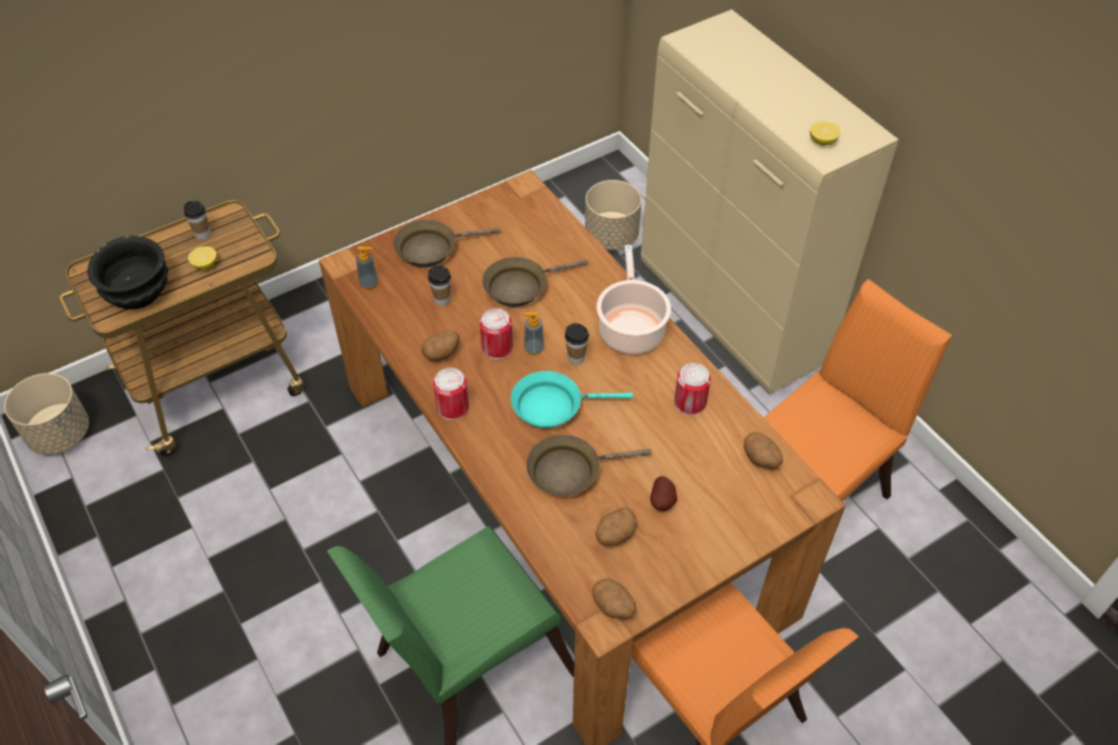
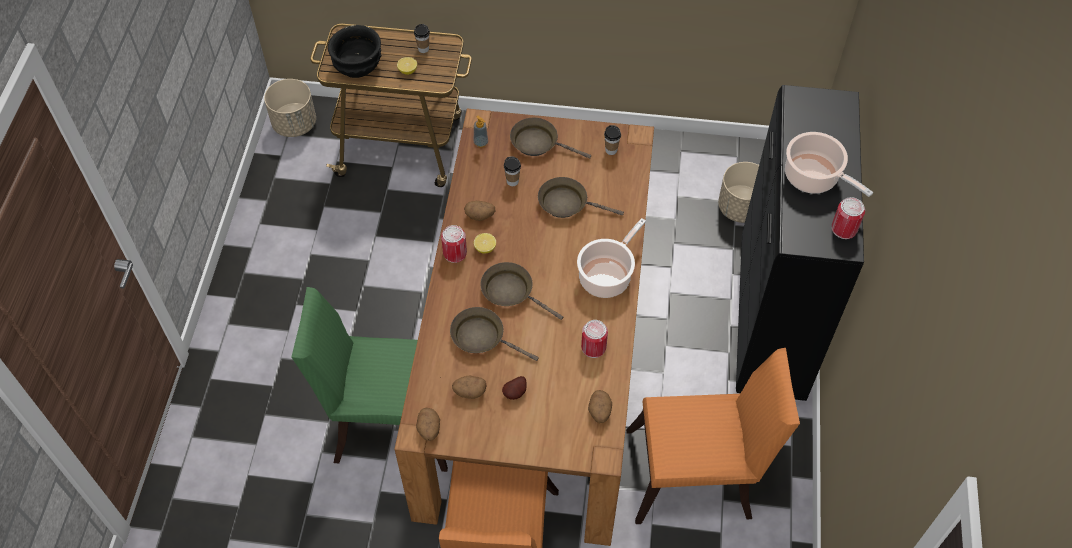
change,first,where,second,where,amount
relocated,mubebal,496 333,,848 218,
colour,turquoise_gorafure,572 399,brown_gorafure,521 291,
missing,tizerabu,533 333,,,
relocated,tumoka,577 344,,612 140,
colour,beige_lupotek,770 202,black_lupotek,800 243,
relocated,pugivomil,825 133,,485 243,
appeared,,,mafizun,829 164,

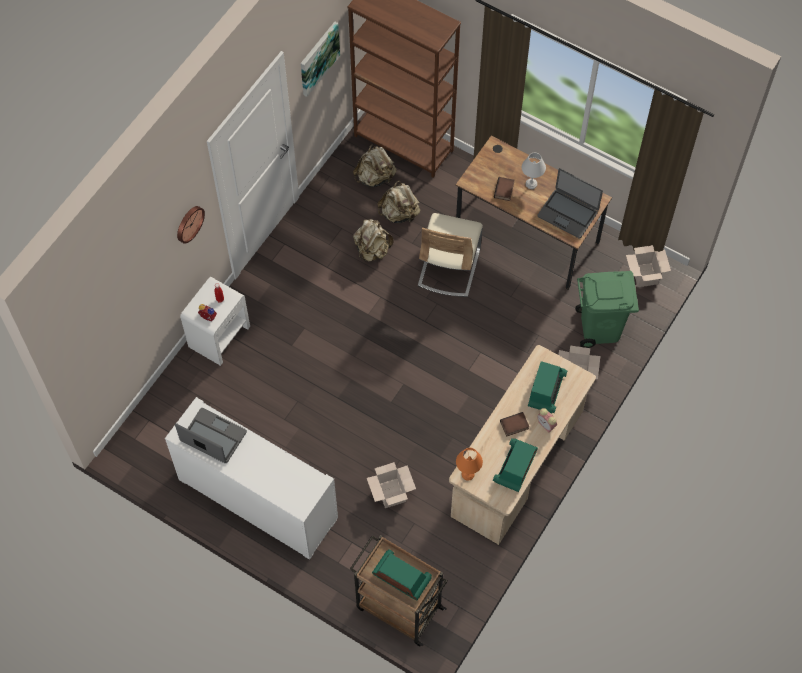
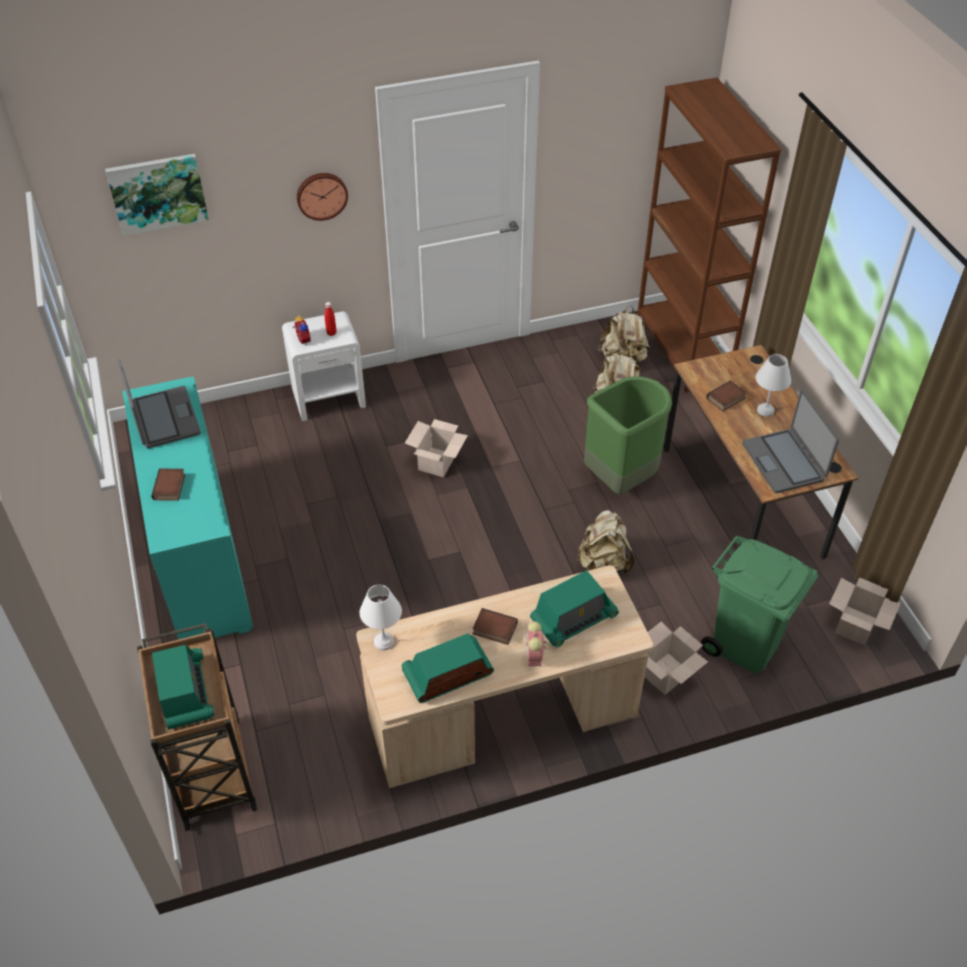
change,first,where,second,where,amount
colour,white_lupotek,251 478,turquoise_lupotek,188 508,
relocated,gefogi,320 59,,157 195,
relocated,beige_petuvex,373 240,,605 542,
relocated,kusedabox,391 485,,436 448,
exchanged,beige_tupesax,450 255,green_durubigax,628 435,
colour,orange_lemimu,469 464,white_lemimu,380 617,
appeared,,,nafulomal,168 484,

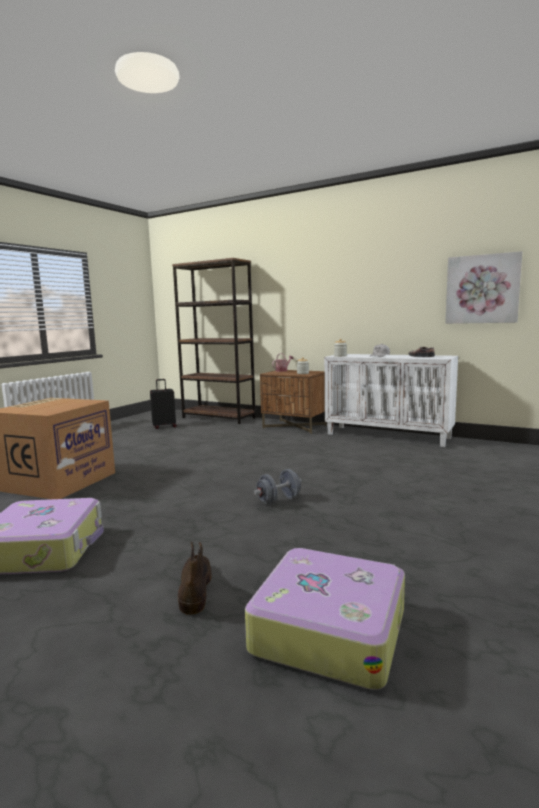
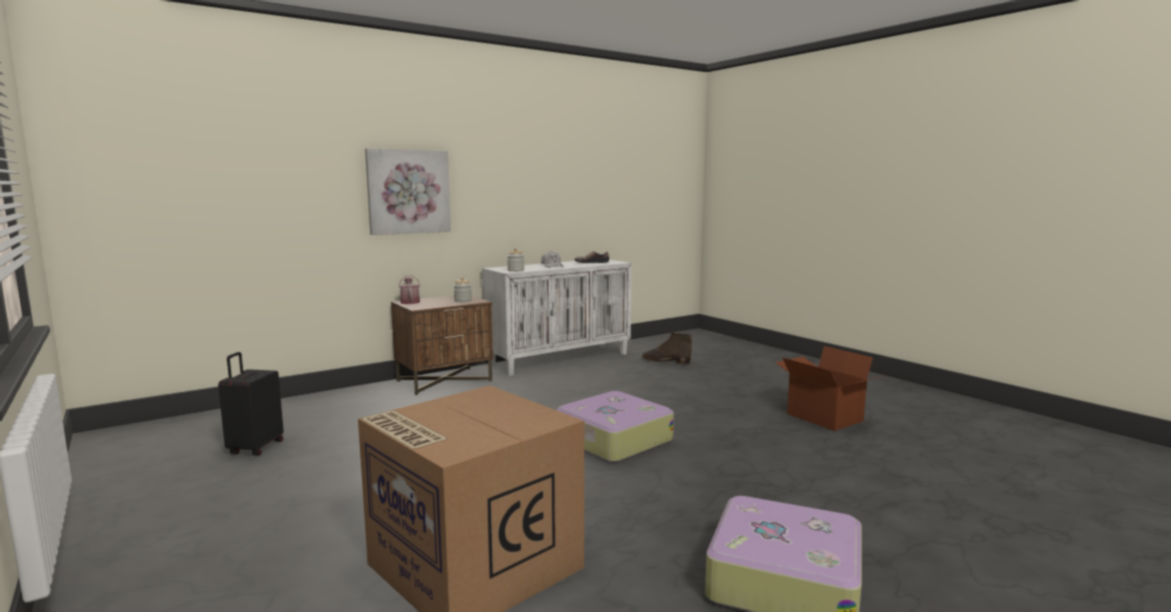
change,first,where,second,where,amount
missing,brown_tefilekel,214 341,,,
relocated,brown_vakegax,195 578,,667 348,
relocated,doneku,325 619,,615 427,
missing,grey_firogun,278 487,,,
relocated,gefogi,483 287,,408 191,
appeared,,,kusedabox,830 388,

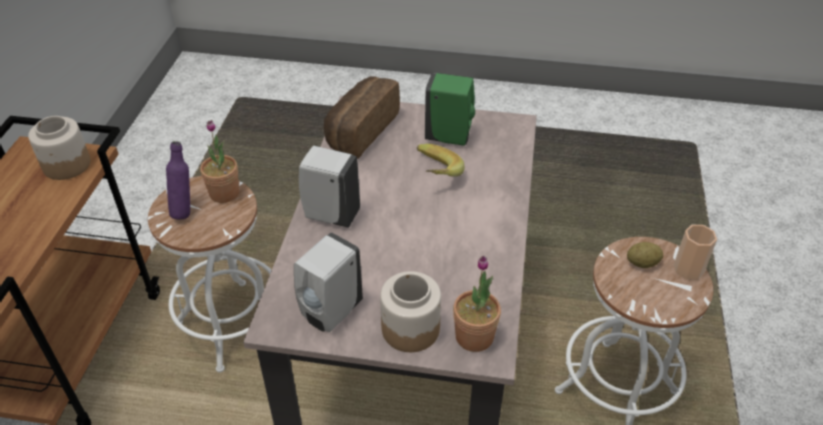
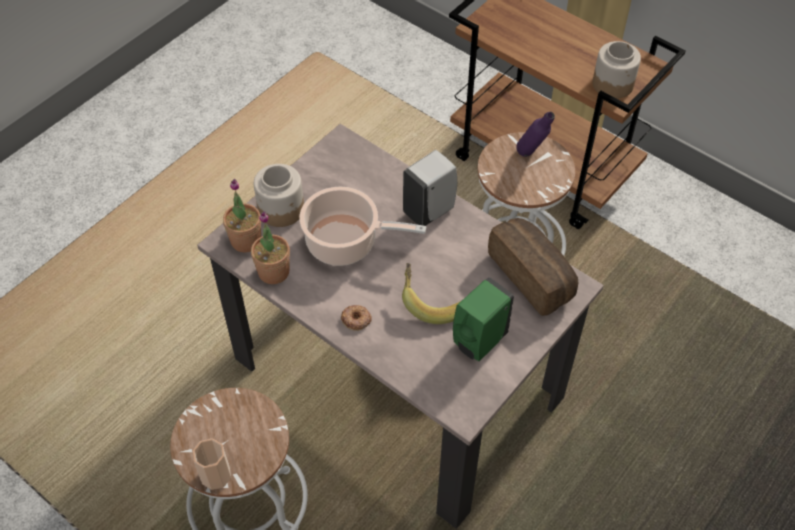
change,first,where,second,where,amount
relocated,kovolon,219 161,,270 247,
missing,white_tizerabu,328 282,,,
missing,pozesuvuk,645 255,,,
appeared,,,mafizun,362 226,
appeared,,,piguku,356 318,

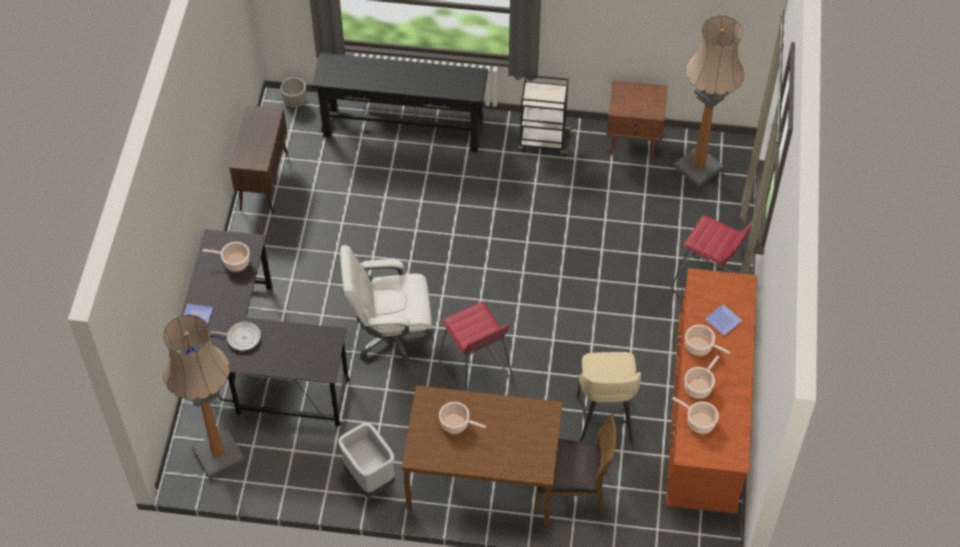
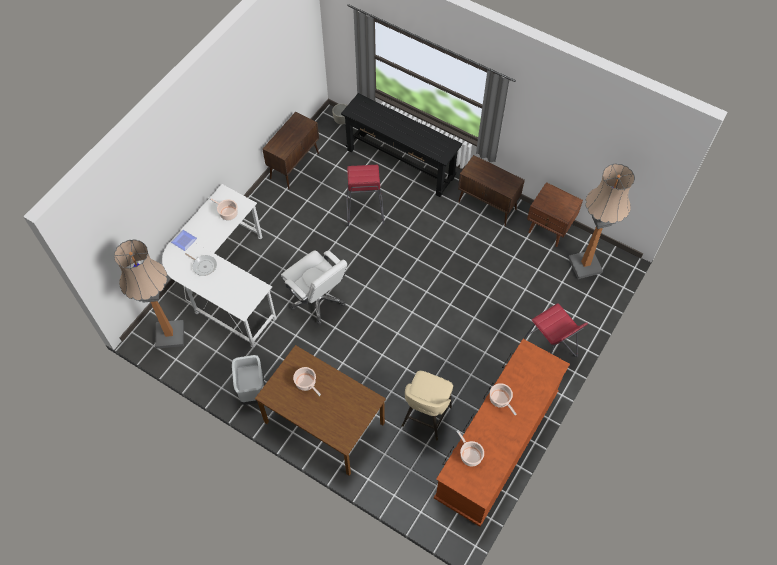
change,first,where,second,where,amount
colour,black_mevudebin,265 328,white_mevudebin,219 266,
spun,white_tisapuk,386 305,,314 287,150 degrees counterclockwise
relocated,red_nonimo,476 346,,365 196,
exchanged,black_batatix,545 115,brown_lupotek,491 190,
missing,brown_tupesax,575 465,,,
missing,mafizun,702 377,,,
missing,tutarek,724 320,,,

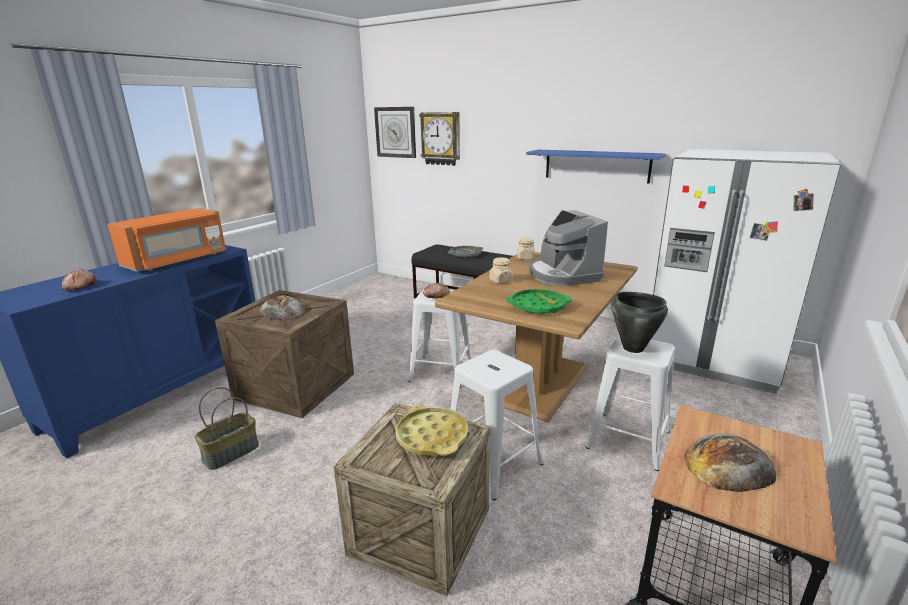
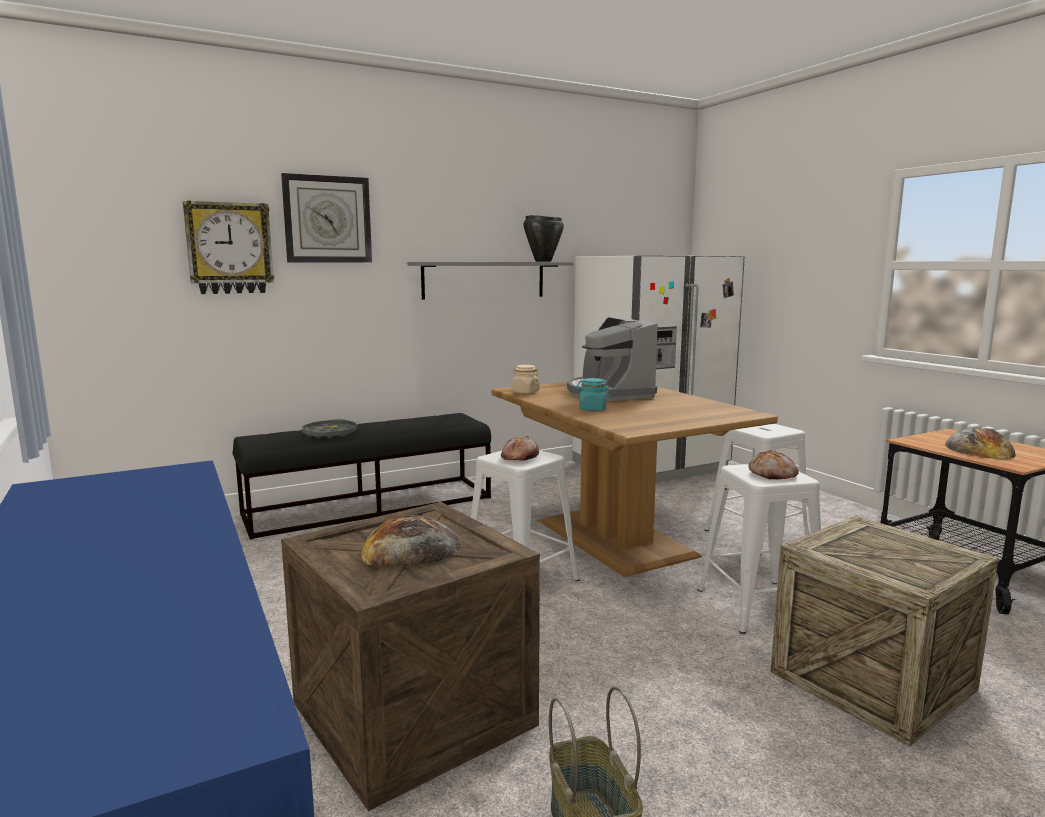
change,first,where,second,where,amount
relocated,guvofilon,79 280,,774 464,
missing,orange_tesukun,166 240,,,
relocated,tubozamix,395 132,,326 218,
missing,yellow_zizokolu,432 430,,,
colour,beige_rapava,501 270,turquoise_rapava,593 394,
missing,green_zizokolu,539 301,,,
colour,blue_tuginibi,595 167,grey_tuginibi,490 281,
spun,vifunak,568 248,,612 359,60 degrees clockwise
relocated,black_mafizun,640 322,,544 238,

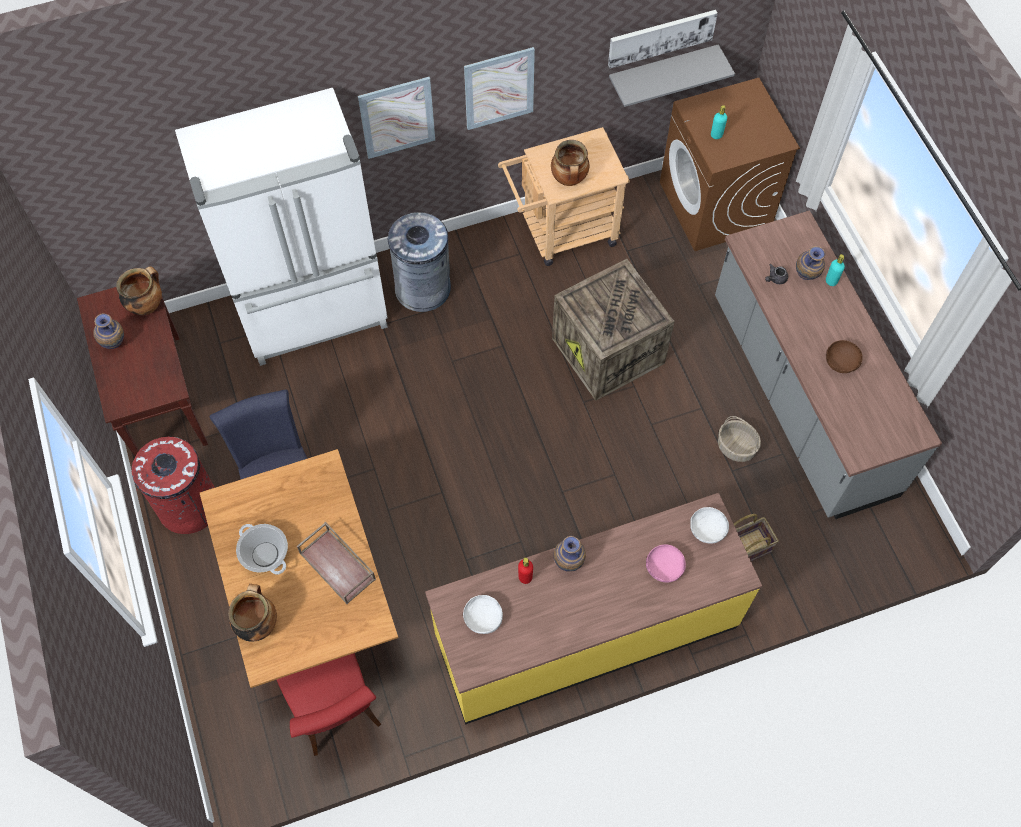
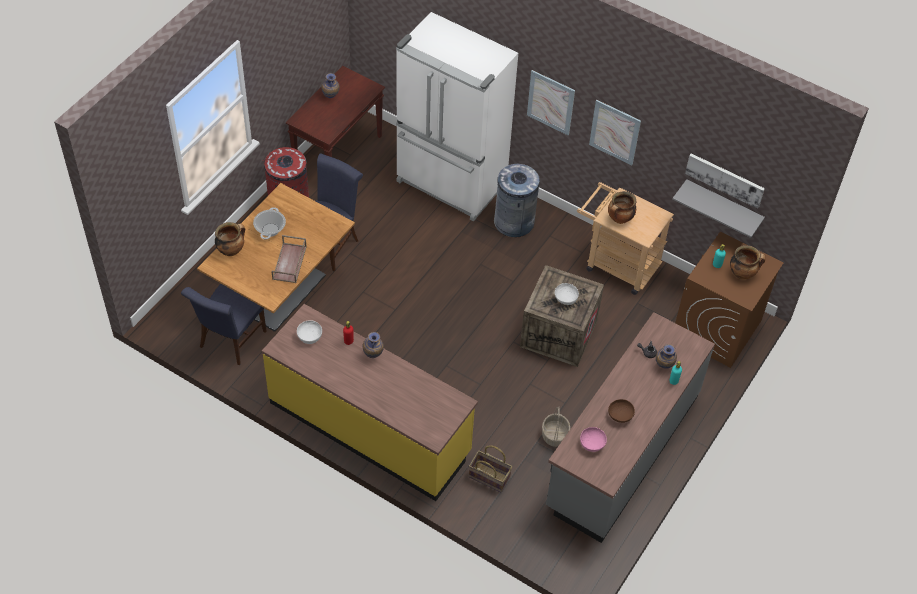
change,first,where,second,where,amount
relocated,mafizun,139 290,,747 262,
colour,red_tupesax,329 704,blue_tupesax,224 324,
relocated,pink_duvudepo,666 563,,593 439,
relocated,white_duvudepo,709 525,,567 294,

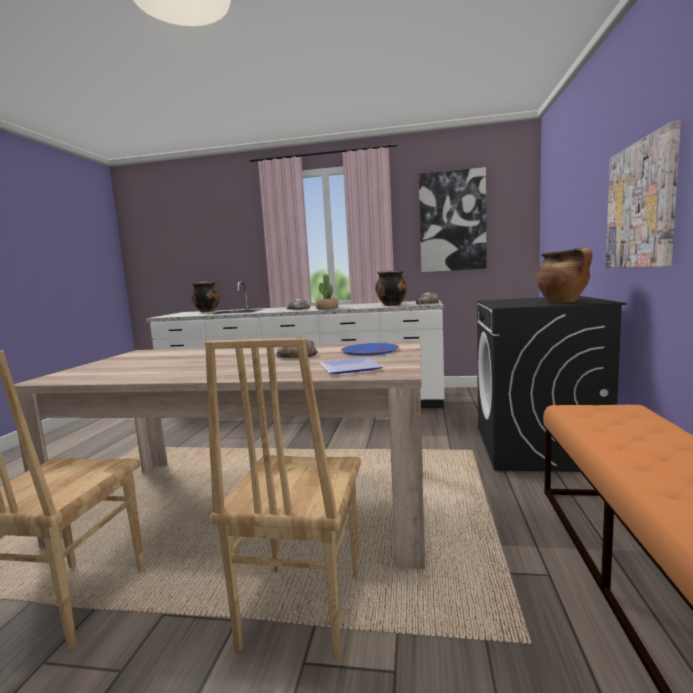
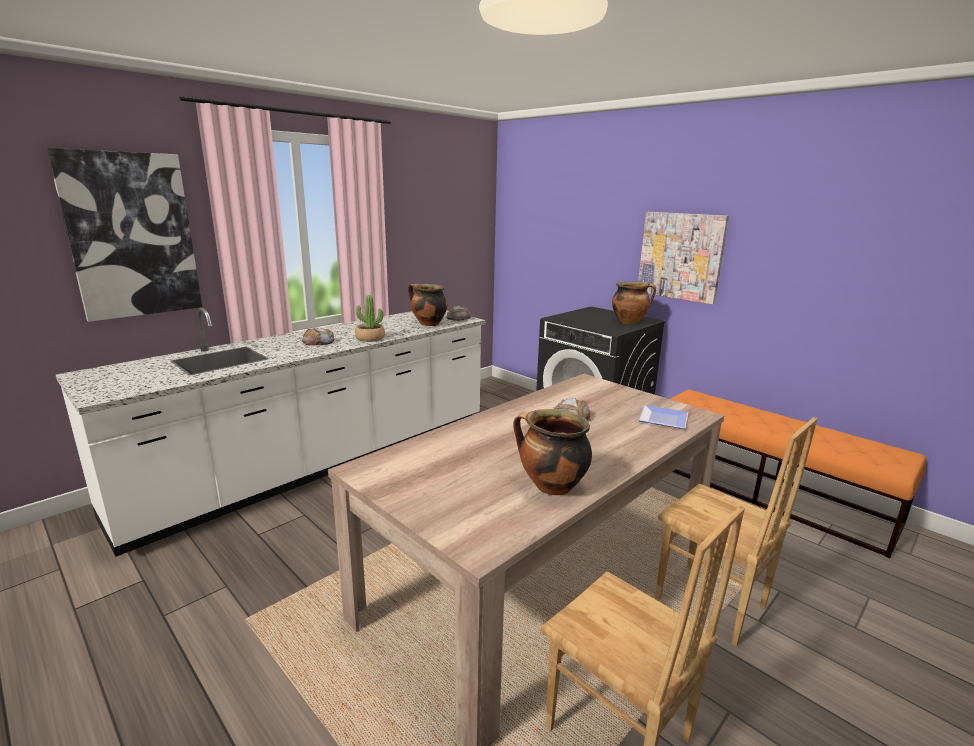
change,first,where,second,where,amount
relocated,mafizun,205 297,,552 452,
missing,blue_tutarek,370 349,,,
relocated,gefogi,453 219,,124 235,

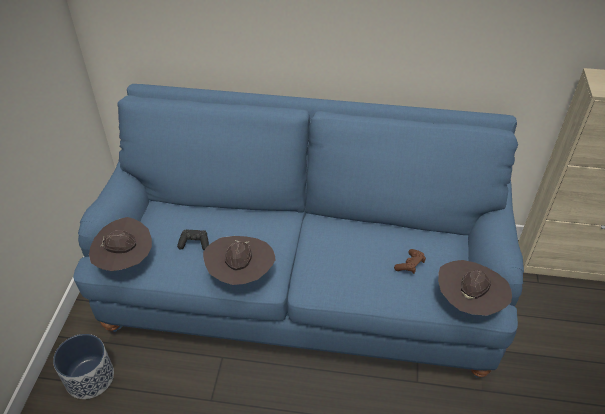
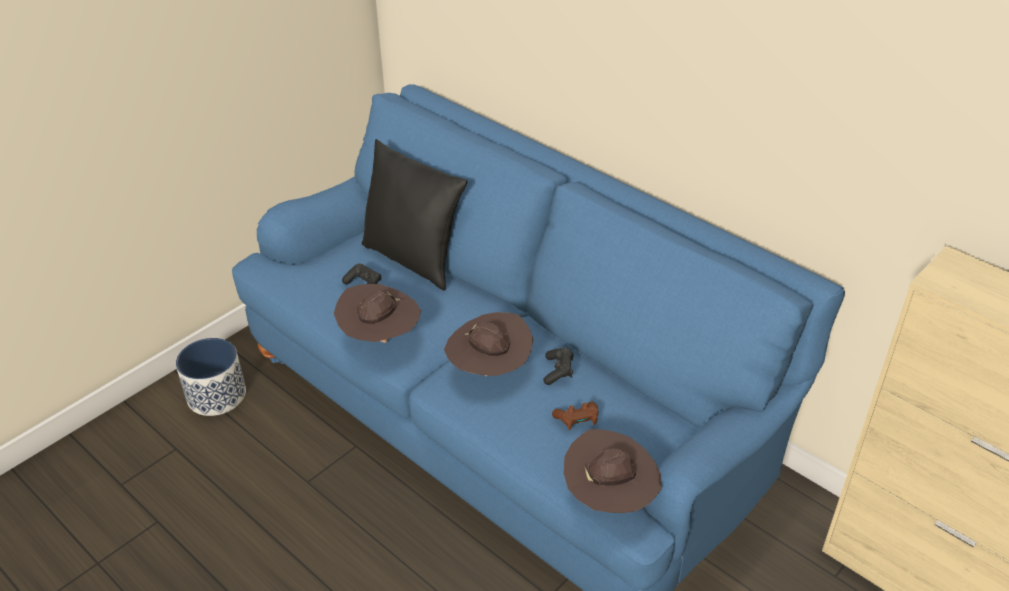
change,first,where,second,where,amount
relocated,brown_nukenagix,120 244,,489 344,
appeared,,,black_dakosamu,414 214,
appeared,,,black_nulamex,559 366,

